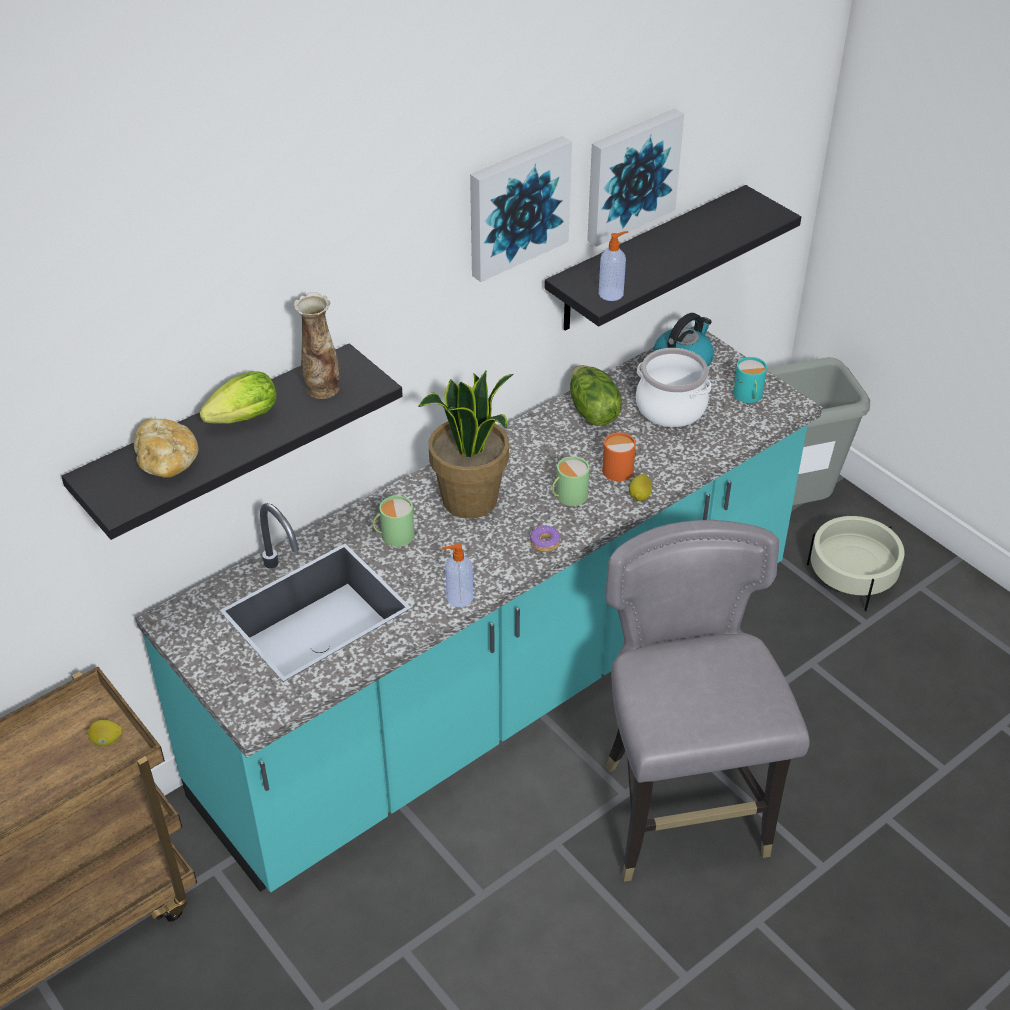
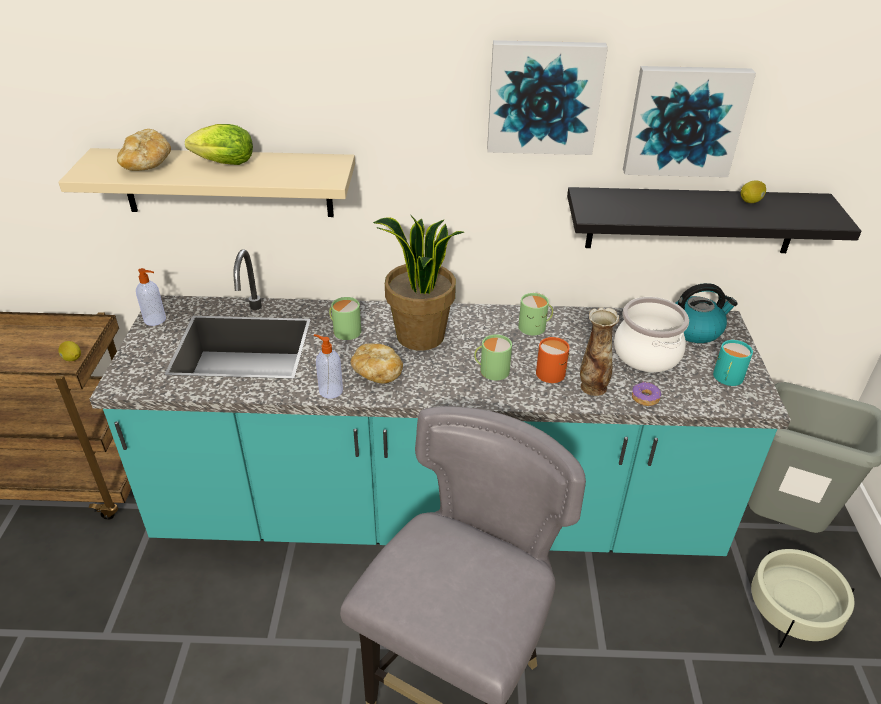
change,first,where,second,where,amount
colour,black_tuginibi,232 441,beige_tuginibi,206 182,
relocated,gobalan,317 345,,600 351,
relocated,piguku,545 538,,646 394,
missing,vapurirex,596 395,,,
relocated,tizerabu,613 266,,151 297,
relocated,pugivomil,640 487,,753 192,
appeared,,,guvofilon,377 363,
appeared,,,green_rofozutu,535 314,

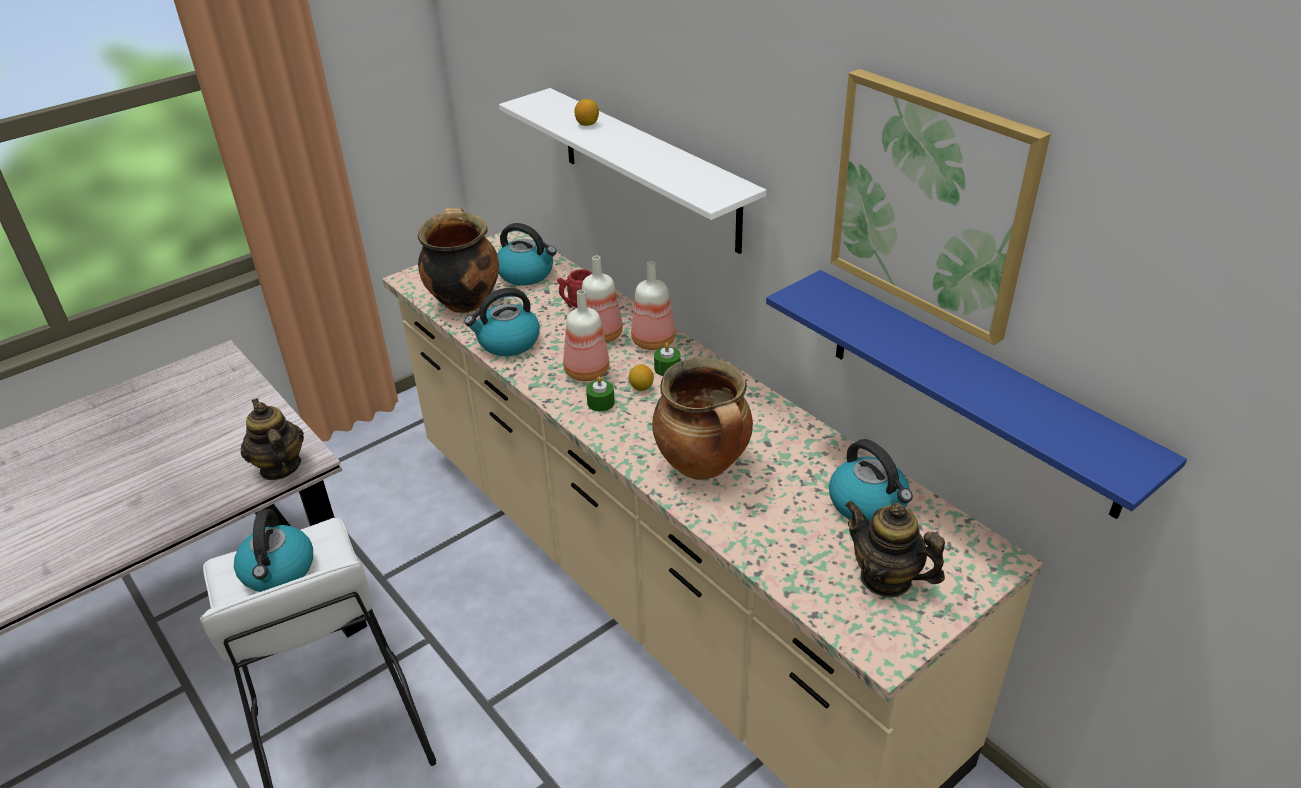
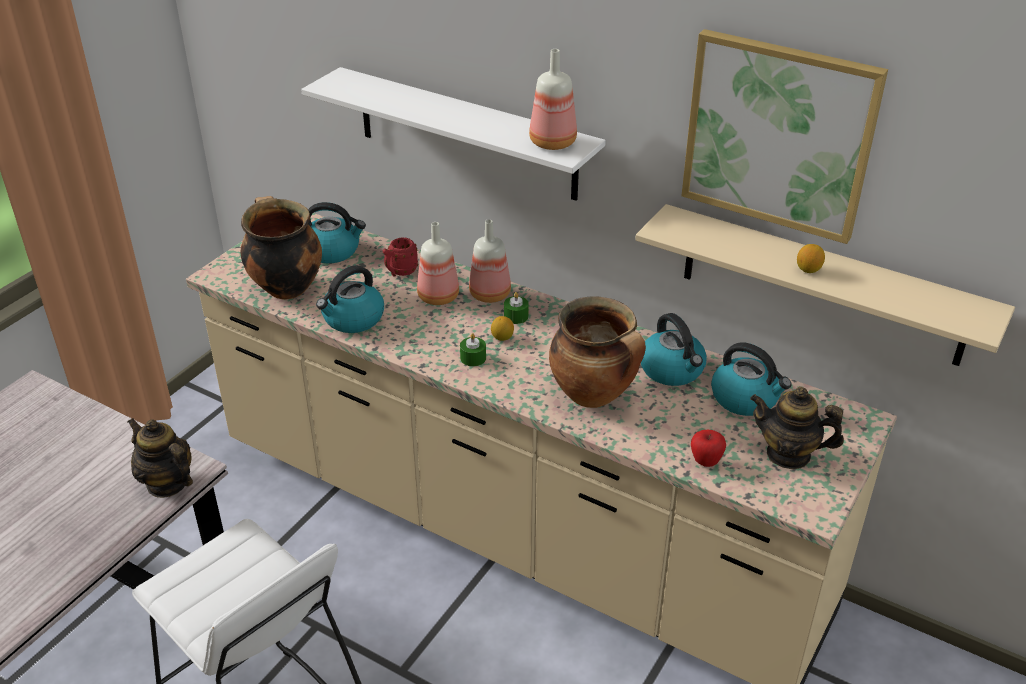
change,first,where,second,where,amount
relocated,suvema,273 550,,674 349,
relocated,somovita,586 335,,553 99,
relocated,pugivomil,587 112,,811 258,
colour,blue_tuginibi,976 394,beige_tuginibi,825 285,
appeared,,,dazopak,708 448,

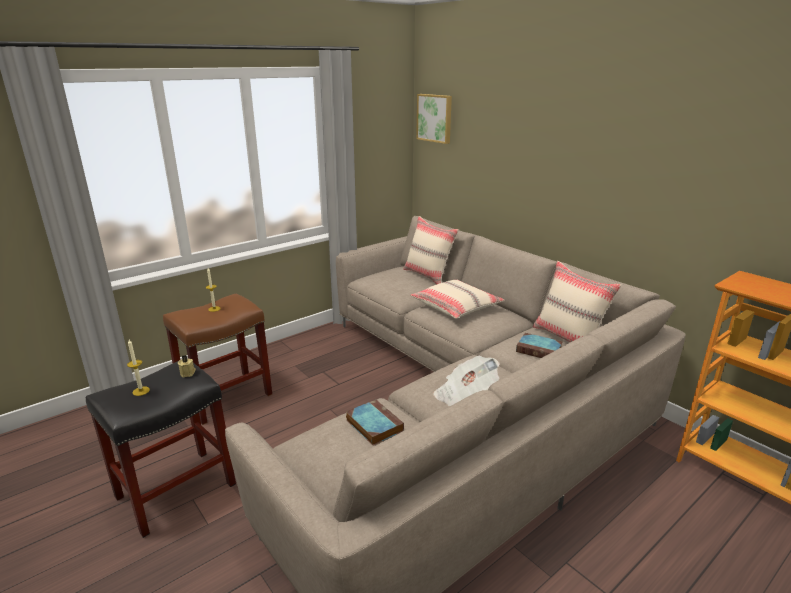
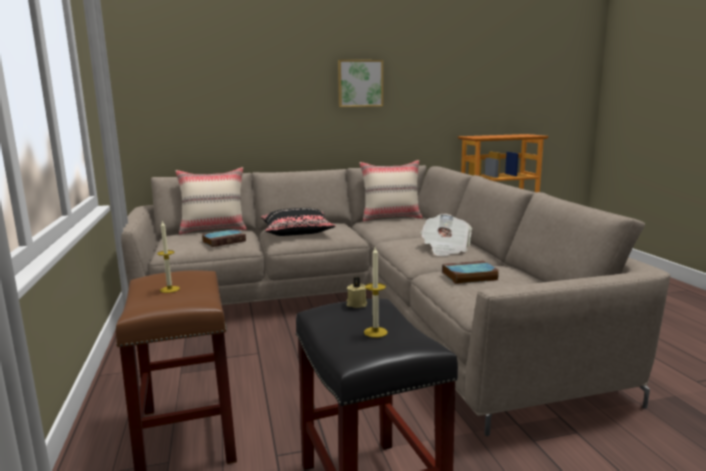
change,first,where,second,where,amount
colour,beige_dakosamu,457 299,black_dakosamu,298 222,
relocated,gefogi,434 119,,360 83,
relocated,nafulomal,539 345,,223 238,

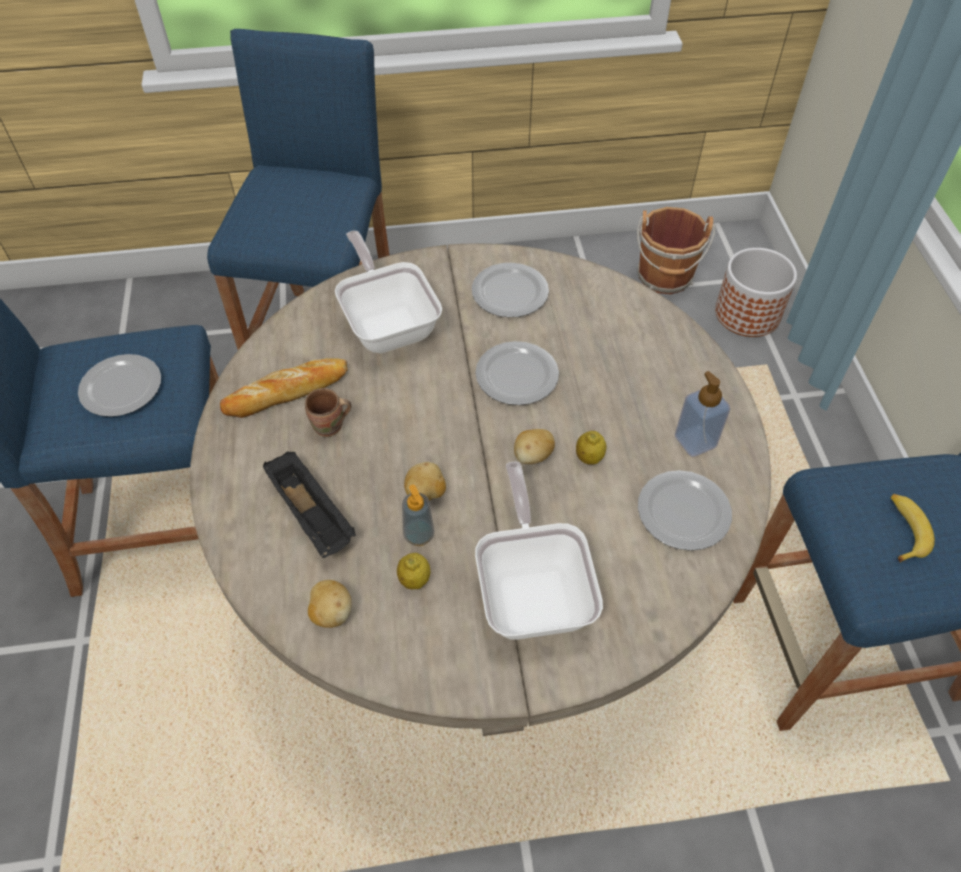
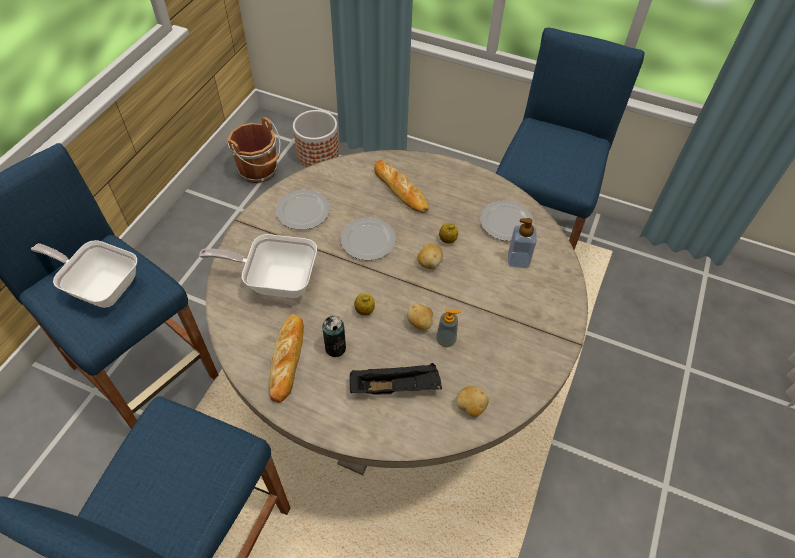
change,first,where,second,where,amount
missing,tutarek,119 385,,,
exchanged,brown_rofozutu,328 412,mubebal,334 336,
relocated,pugivomil,413 571,,364 304,
relocated,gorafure,539 551,,84 274,
relocated,tizerabu,702 414,,522 243,
missing,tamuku,913 528,,,
appeared,,,guvofilon,401 186,

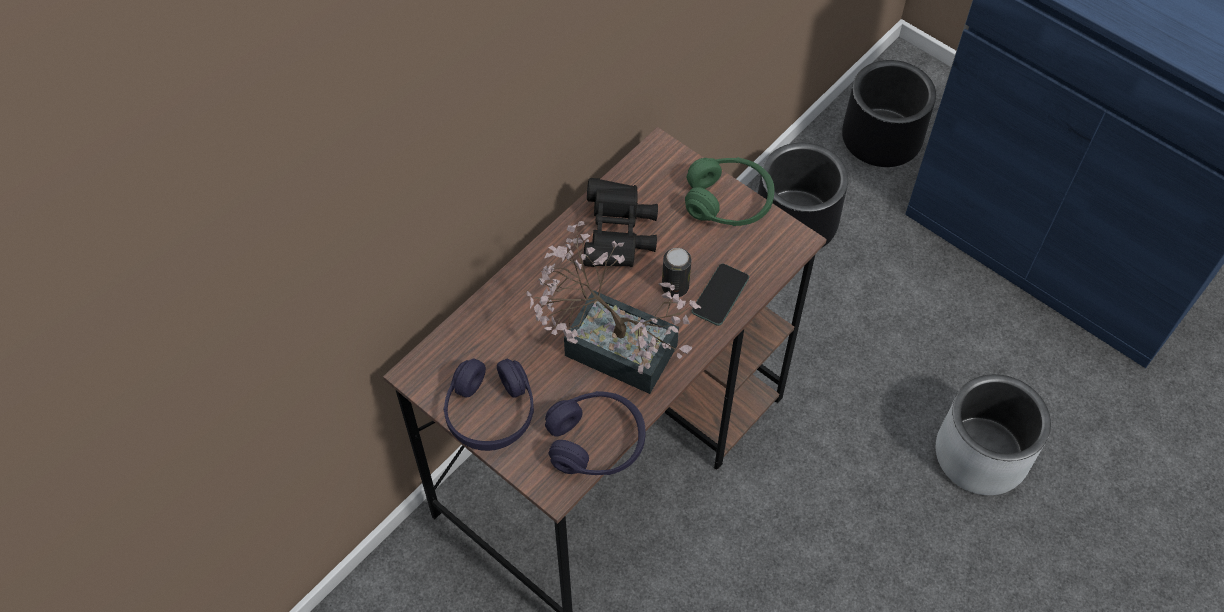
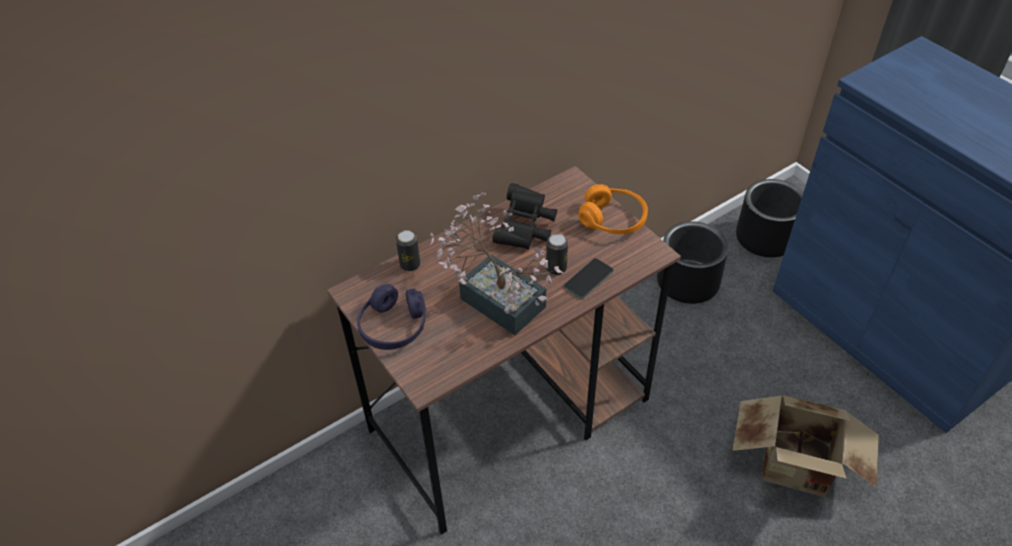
change,first,where,second,where,amount
missing,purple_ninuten,595 433,,,
colour,green_ninuten,730 191,orange_ninuten,613 209,
exchanged,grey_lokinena,993 434,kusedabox,805 446,
appeared,,,mubebal,408 250,

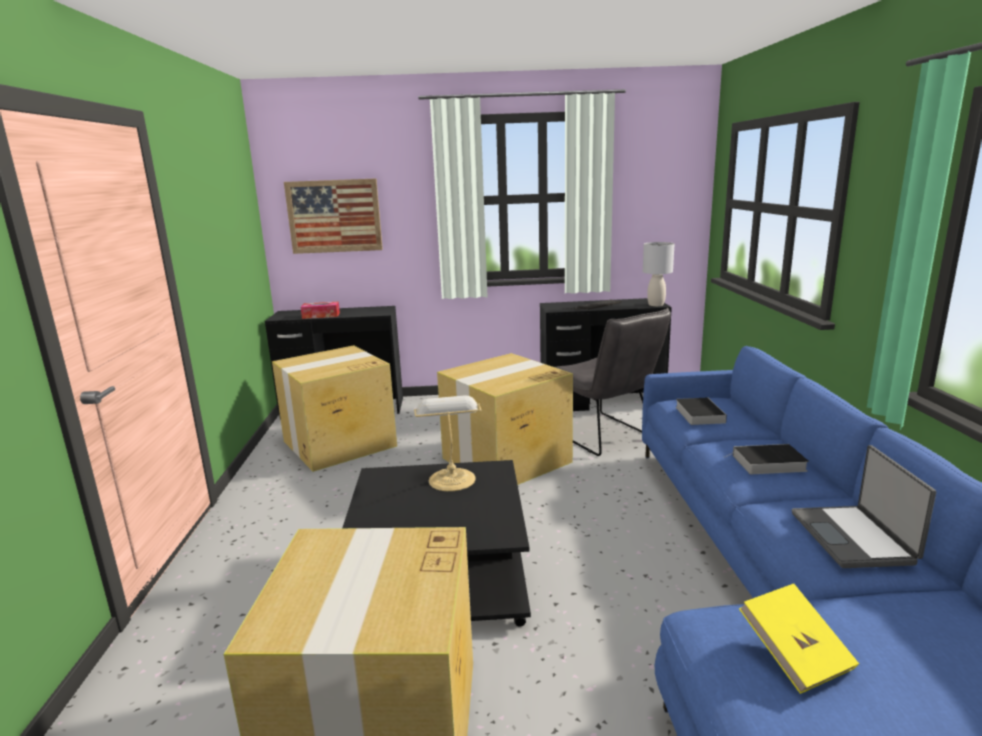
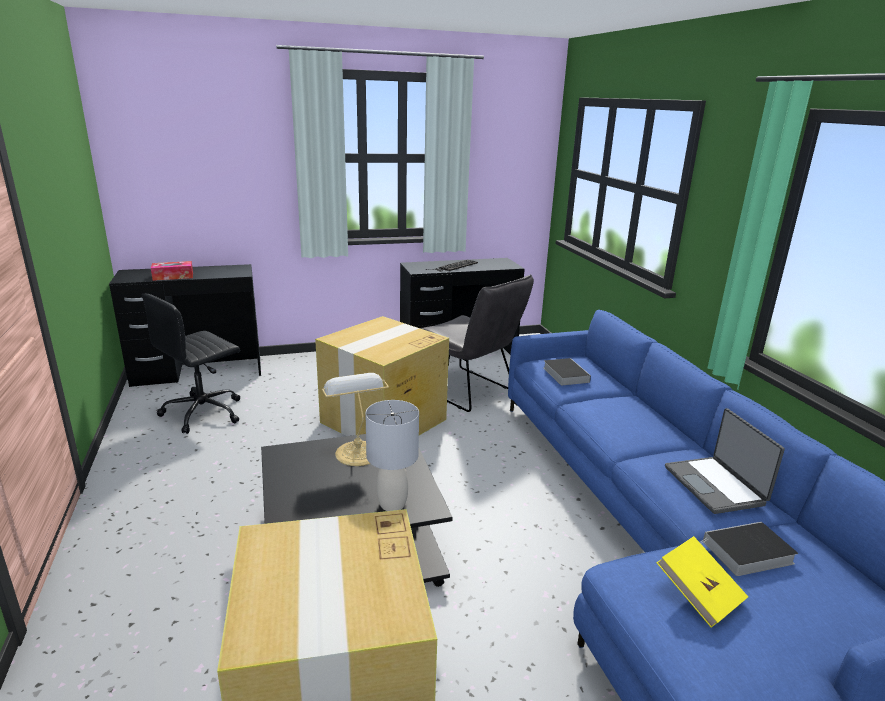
change,first,where,second,where,amount
exchanged,kusedabox,334 408,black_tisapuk,191 363,
missing,gefogi,333 216,,,
relocated,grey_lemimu,658 274,,392 455,
relocated,nafulomal,766 459,,749 549,

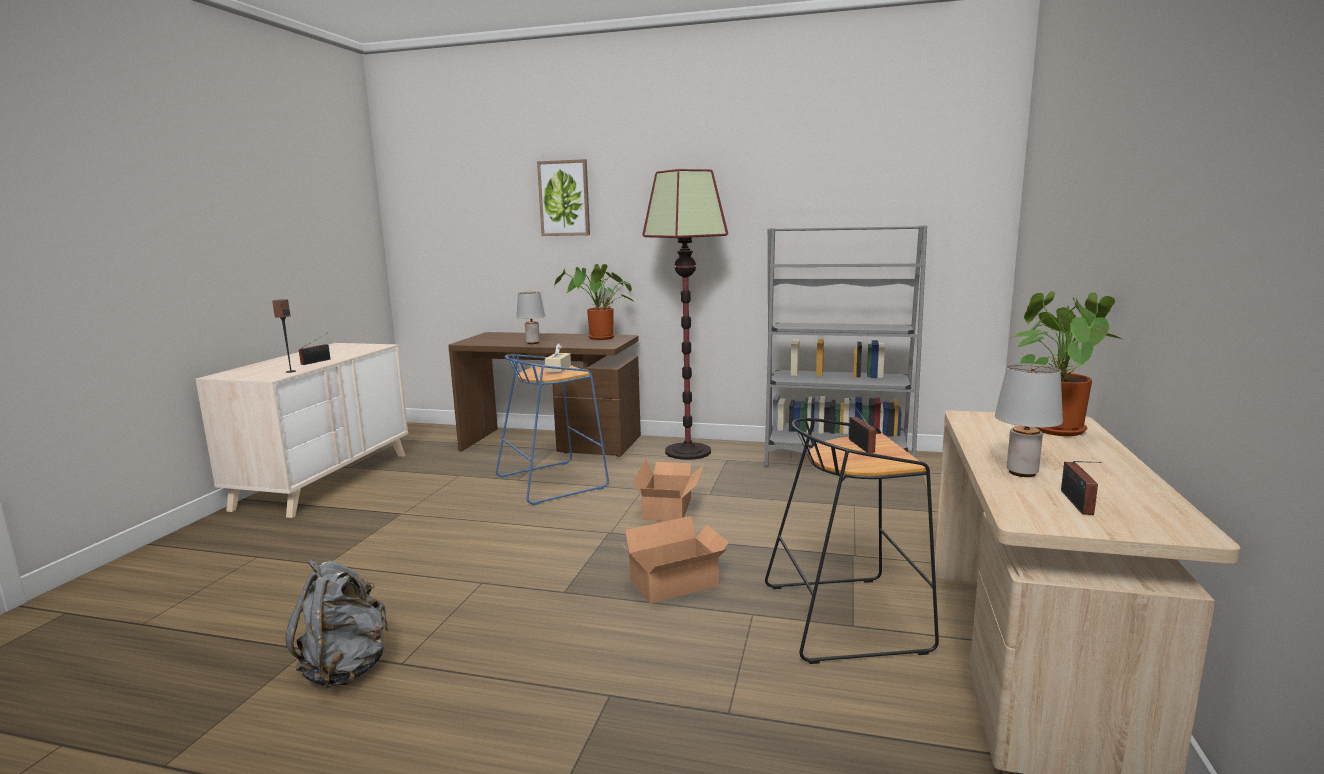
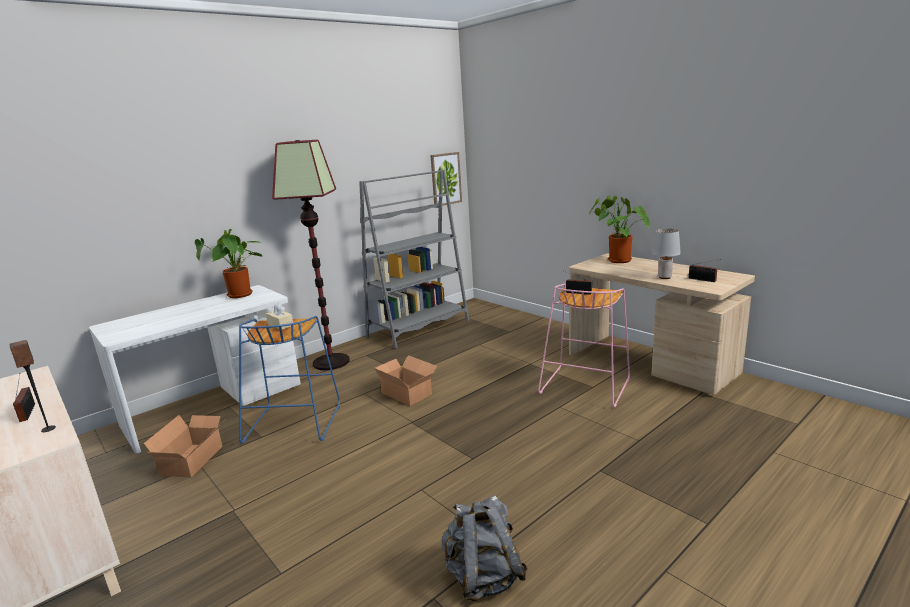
change,first,where,second,where,amount
colour,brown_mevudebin,544 394,white_mevudebin,195 369,
missing,grey_lemimu,531 318,,,
relocated,gefogi,563 197,,446 179,
relocated,kusedabox,674 560,,184 446,
colour,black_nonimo,852 541,pink_nonimo,584 346,

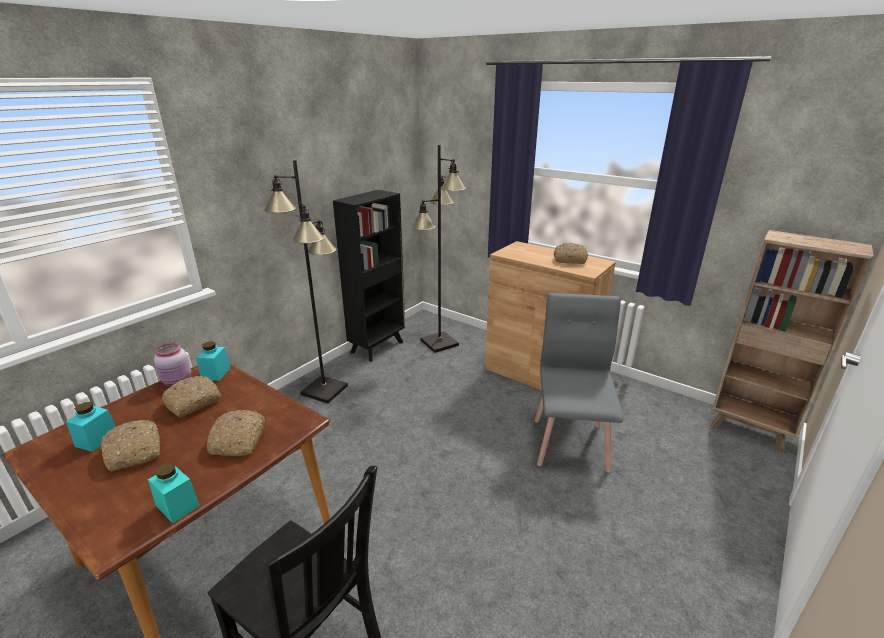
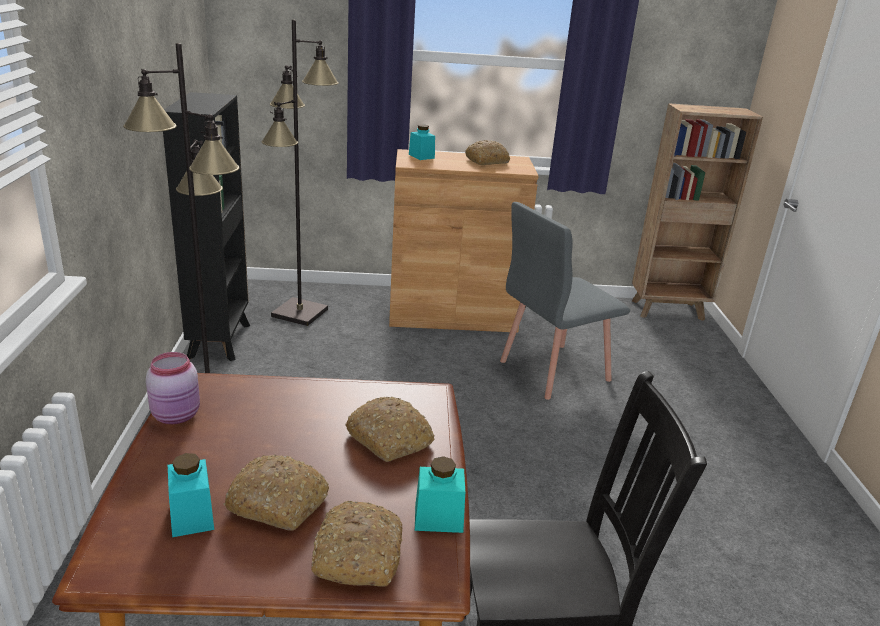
change,first,where,second,where,amount
relocated,guvofilon,191 396,,357 544,
relocated,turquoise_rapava,213 361,,422 142,
spun,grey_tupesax,579 383,,565 301,90 degrees counterclockwise

